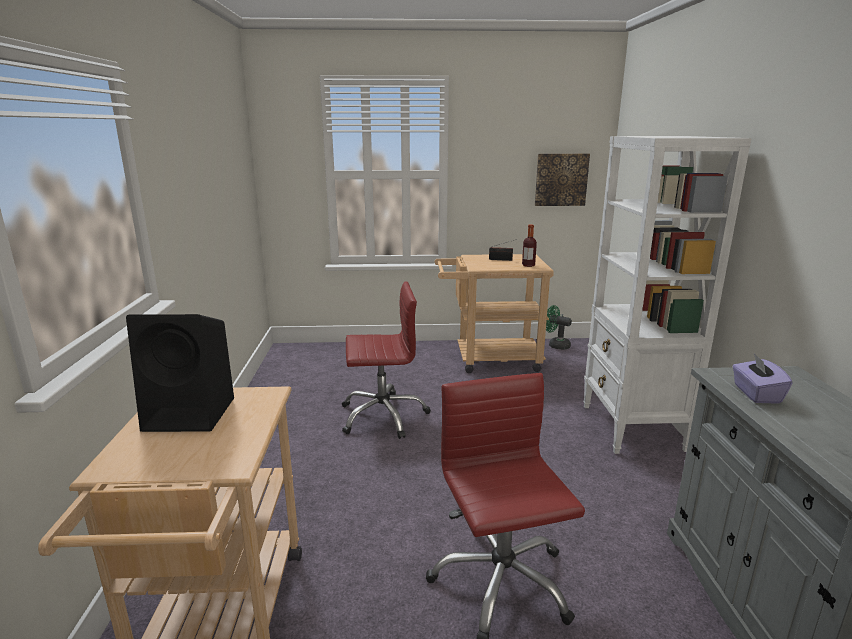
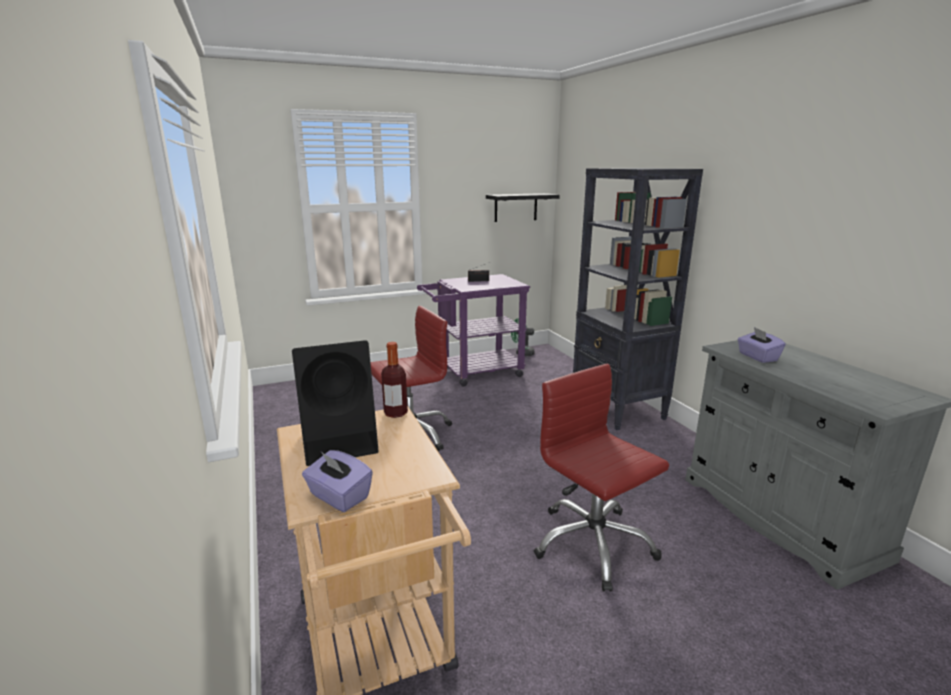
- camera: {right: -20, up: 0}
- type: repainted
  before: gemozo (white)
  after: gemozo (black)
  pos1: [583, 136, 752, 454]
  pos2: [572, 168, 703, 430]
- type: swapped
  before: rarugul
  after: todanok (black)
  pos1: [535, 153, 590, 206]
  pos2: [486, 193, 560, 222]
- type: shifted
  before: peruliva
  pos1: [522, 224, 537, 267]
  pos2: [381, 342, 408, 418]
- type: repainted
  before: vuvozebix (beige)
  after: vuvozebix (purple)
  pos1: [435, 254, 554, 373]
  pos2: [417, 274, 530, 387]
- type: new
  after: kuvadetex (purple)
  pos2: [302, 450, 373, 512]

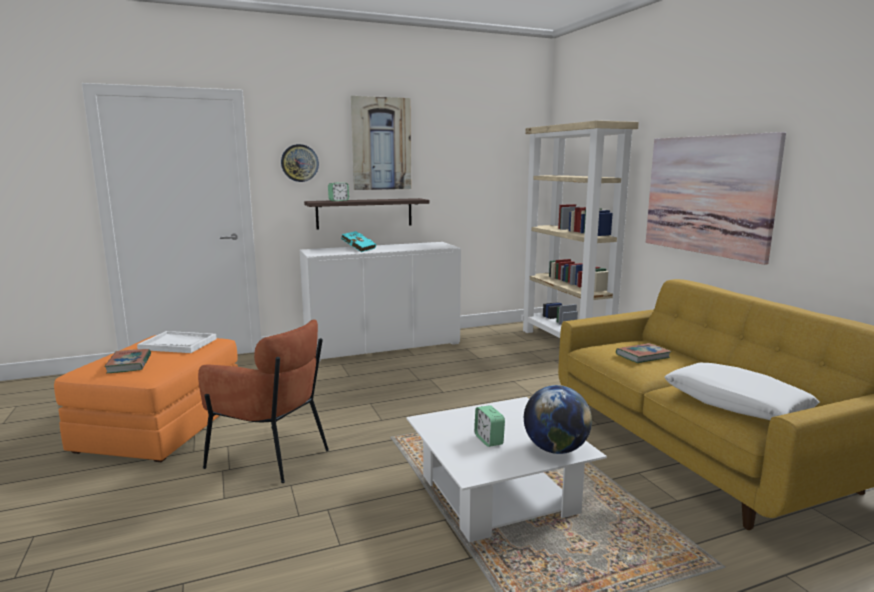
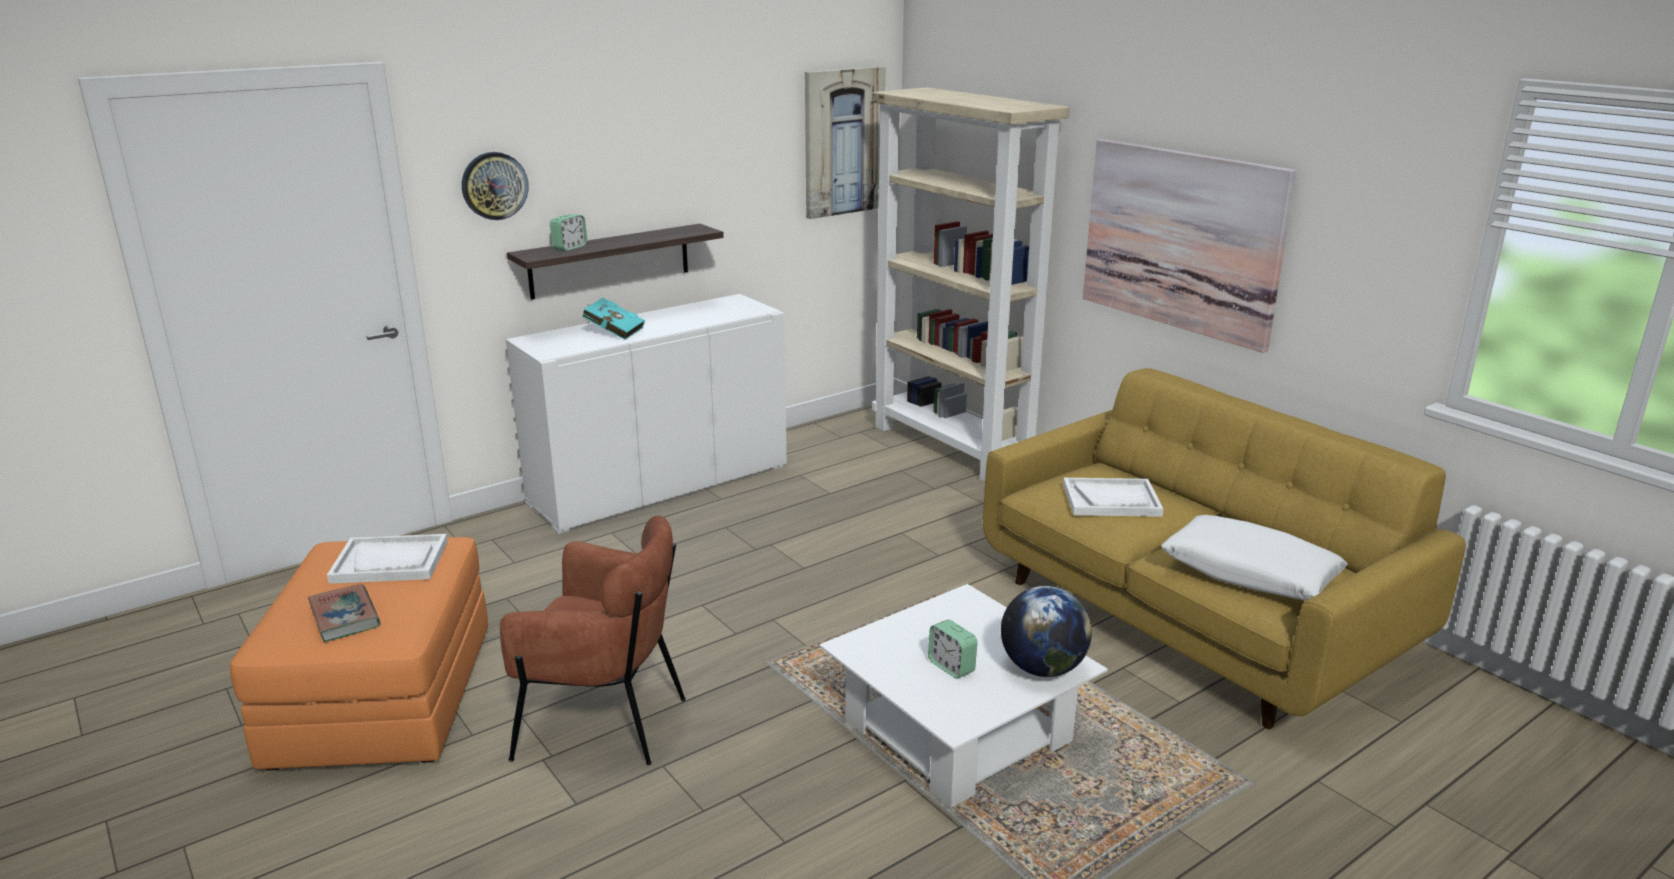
- camera: {right: -15, up: 10}
- type: shifted
  before: rarugul
  pos1: [351, 96, 411, 190]
  pos2: [805, 67, 885, 219]
- type: swapped
  before: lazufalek
  after: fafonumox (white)
  pos1: [616, 343, 671, 363]
  pos2: [1063, 478, 1163, 517]

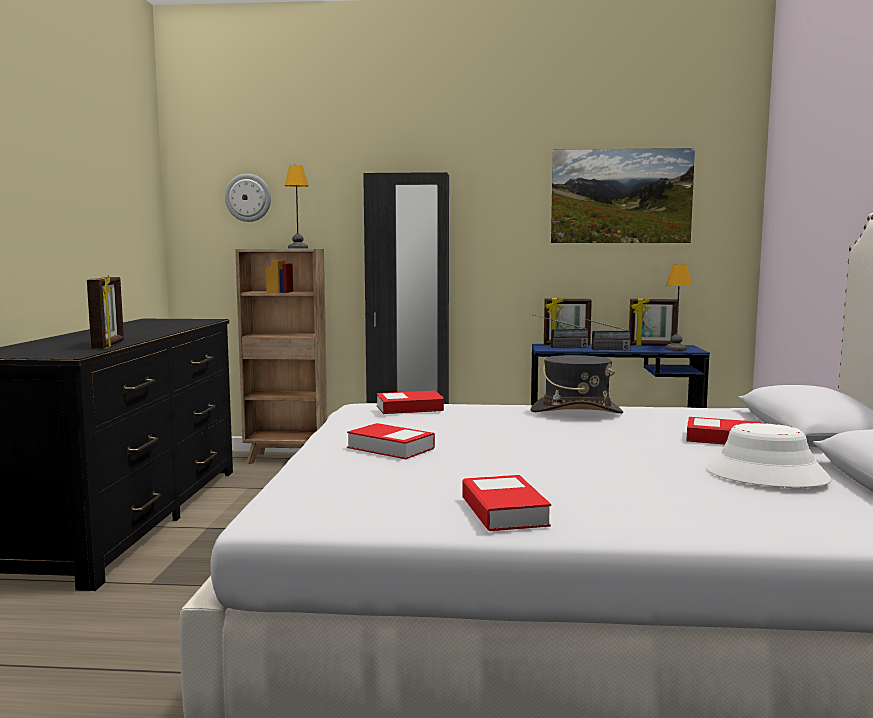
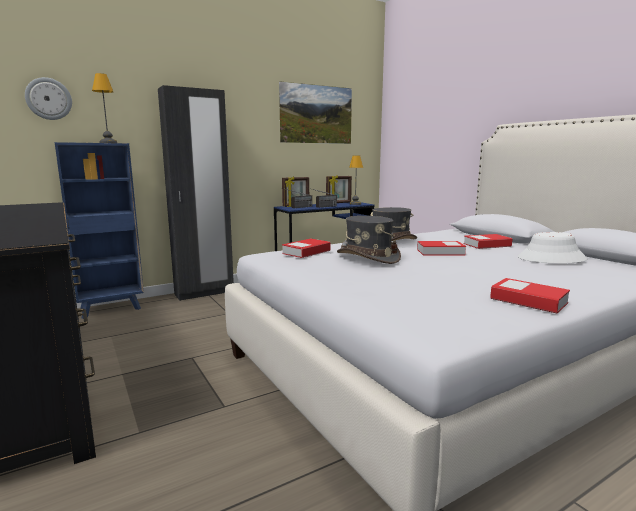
- camera: {right: -35, up: 5}
- type: repainted
  before: gemozo (brown)
  after: gemozo (blue)
  pos1: [235, 249, 327, 464]
  pos2: [55, 142, 144, 319]
- type: gone
  before: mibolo
  pos1: [87, 275, 124, 349]
- type: shifted
  before: lazufalek
  pos1: [347, 423, 435, 459]
  pos2: [417, 241, 466, 256]
- type: new
  after: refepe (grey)
  pos2: [337, 216, 401, 264]

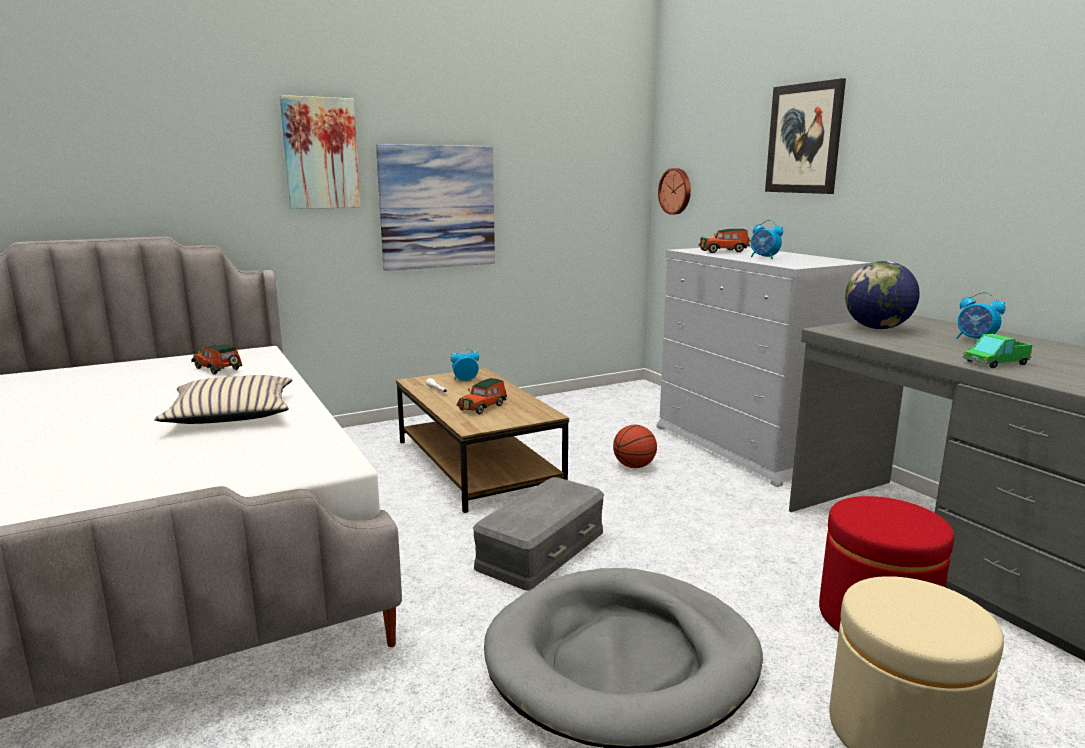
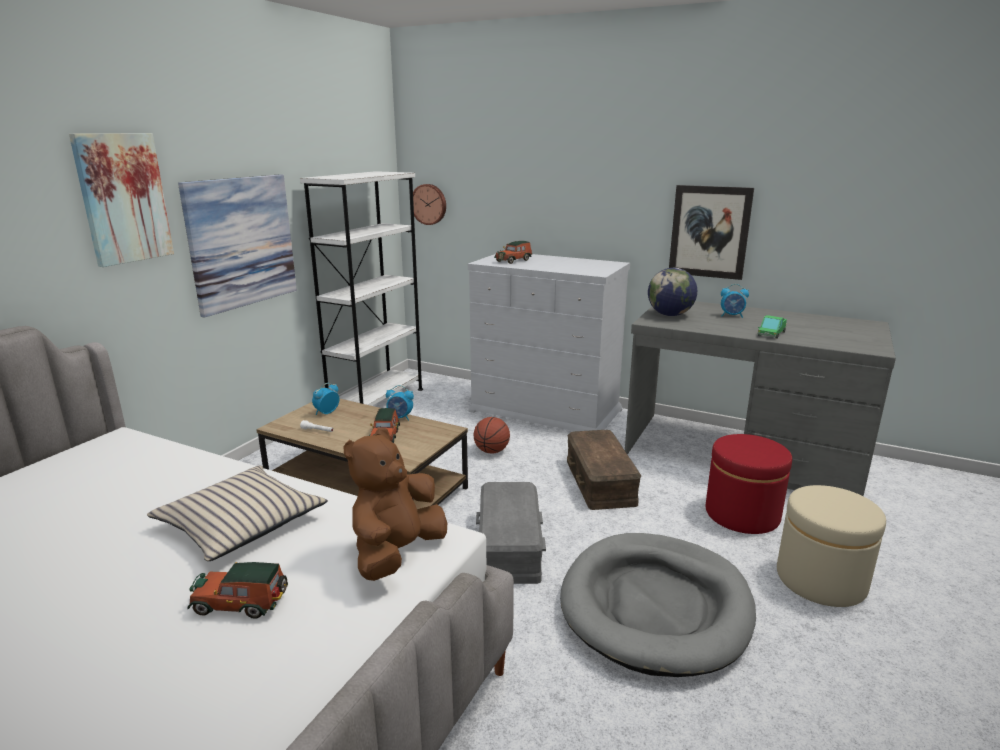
- camera: {right: -35, up: 5}
- type: shifted
  before: rarugul
  pos1: [765, 78, 846, 194]
  pos2: [669, 185, 754, 280]
- type: shifted
  before: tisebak
  pos1: [751, 220, 783, 259]
  pos2: [386, 385, 414, 421]
- type: shifted
  before: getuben
  pos1: [191, 344, 242, 374]
  pos2: [187, 562, 288, 619]
- type: new
  after: gemozo (white)
  pos2: [300, 171, 423, 406]
- type: new
  after: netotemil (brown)
  pos2: [343, 428, 447, 581]
- type: new
  after: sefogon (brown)
  pos2: [567, 430, 641, 510]

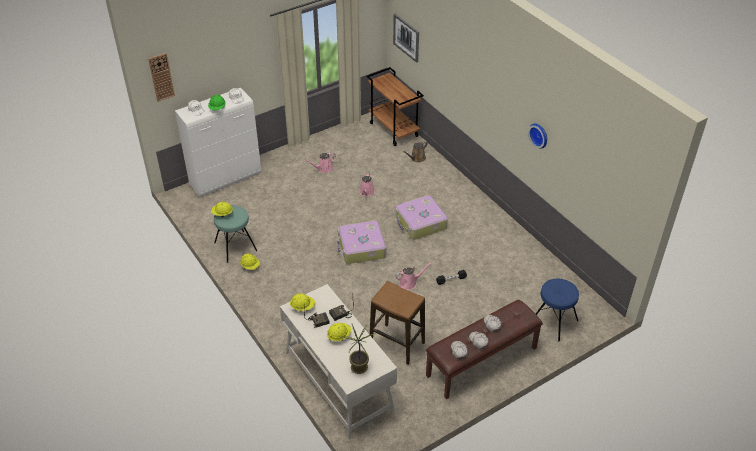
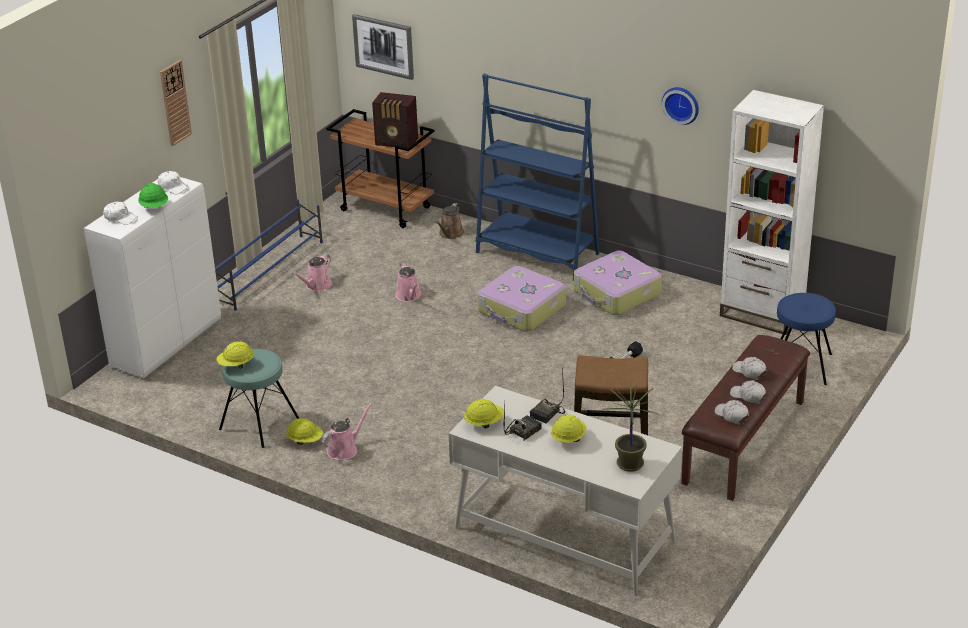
- camera: {right: -25, up: -10}
- type: shifted
  before: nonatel
  pos1: [148, 53, 175, 102]
  pos2: [160, 60, 192, 146]
- type: shifted
  before: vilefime
  pos1: [337, 221, 386, 264]
  pos2: [574, 250, 662, 315]
- type: shifted
  before: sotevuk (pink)
  pos1: [395, 262, 432, 290]
  pos2: [322, 402, 373, 460]
- type: new
  after: gemozo (blue)
  pos2: [476, 74, 599, 281]
- type: new
  after: gemozo (white)
  pos2: [720, 90, 824, 335]
- type: new
  after: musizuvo
  pos2: [372, 92, 418, 148]
- type: new
  after: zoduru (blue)
  pos2: [215, 199, 323, 311]

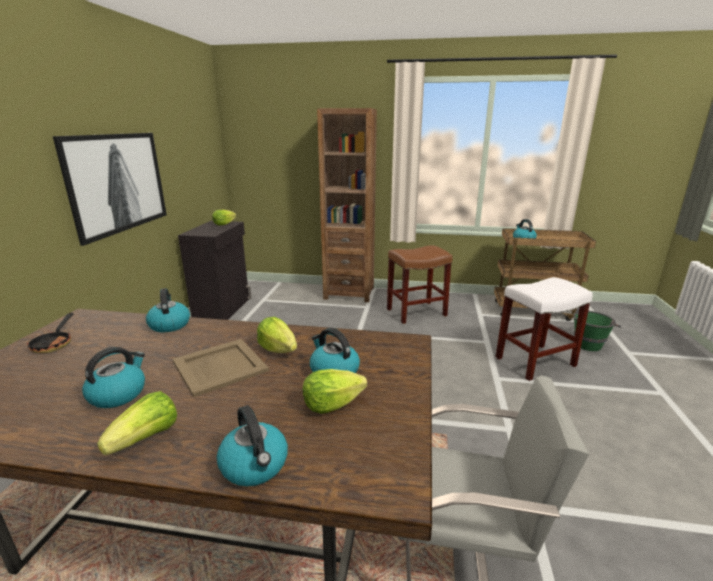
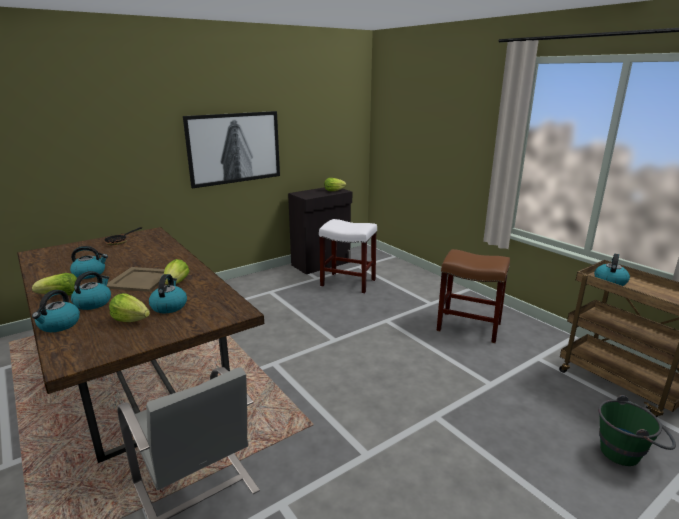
- camera: {right: 45, up: 0}
- type: gone
  before: gemozo (brown)
  pos1: [317, 108, 377, 302]
- type: shifted
  before: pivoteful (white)
  pos1: [496, 277, 593, 381]
  pos2: [319, 219, 377, 294]
- type: shifted
  before: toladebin
  pos1: [146, 288, 190, 332]
  pos2: [71, 271, 111, 310]

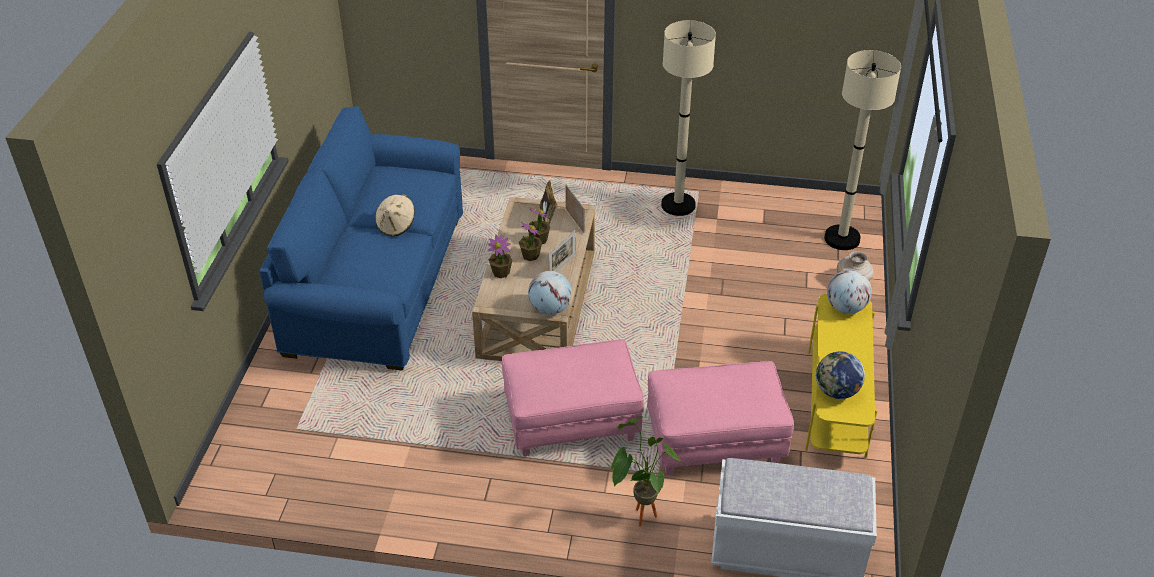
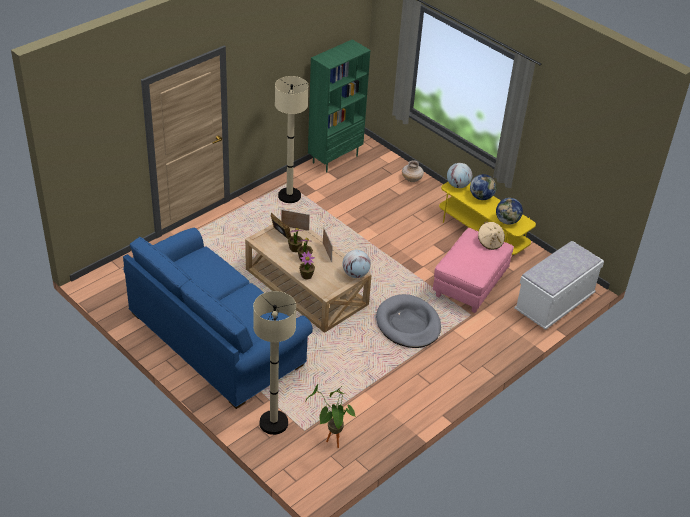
- camera: {right: -55, up: 0}
- type: shifted
  before: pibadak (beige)
  pos1: [824, 50, 901, 250]
  pos2: [253, 291, 296, 435]
- type: shifted
  before: refepe (beige)
  pos1: [375, 194, 415, 237]
  pos2: [478, 222, 505, 250]
- type: swapped
  before: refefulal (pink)
  after: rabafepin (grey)
  pos1: [502, 339, 644, 456]
  pos2: [376, 294, 441, 348]
- type: shifted
  before: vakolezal
  pos1: [610, 416, 680, 527]
  pos2: [305, 384, 356, 448]
- type: new
  after: gemozo (green)
  pos2: [308, 39, 370, 173]
- type: new
  after: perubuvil
  pos2: [470, 174, 496, 200]

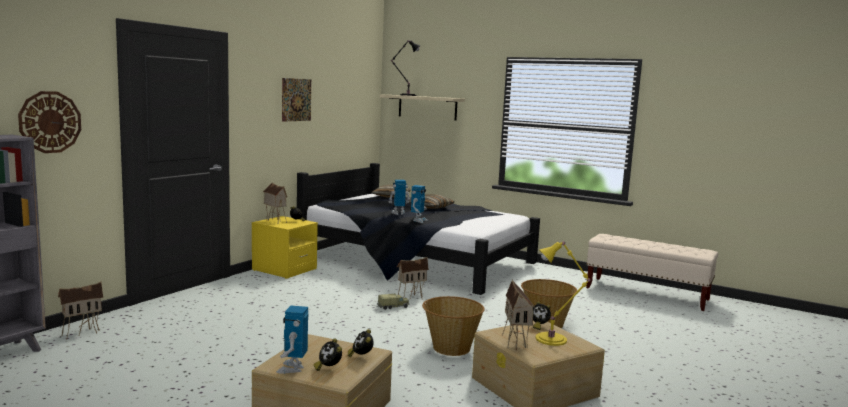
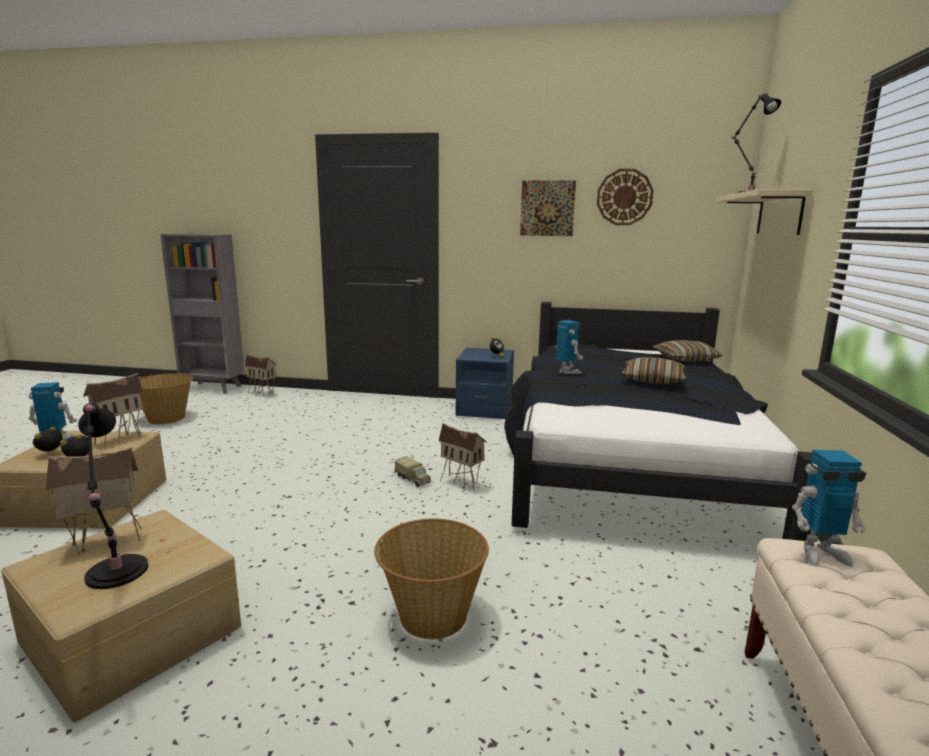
- camera: {right: 70, up: 5}
- type: shifted
  before: nonatel
  pos1: [18, 91, 81, 153]
  pos2: [597, 169, 653, 225]
- type: shifted
  before: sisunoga
  pos1: [263, 182, 287, 223]
  pos2: [83, 373, 143, 449]
- type: shifted
  before: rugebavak
  pos1: [411, 185, 428, 223]
  pos2: [792, 450, 866, 567]
- type: repainted
  before: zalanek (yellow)
  after: zalanek (blue)
  pos1: [252, 216, 318, 279]
  pos2: [456, 348, 514, 420]
- type: repainted
  before: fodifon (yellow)
  after: fodifon (black)
  pos1: [536, 241, 590, 346]
  pos2: [78, 403, 148, 589]
- type: shifted
  before: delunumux
  pos1: [422, 296, 484, 356]
  pos2: [139, 373, 193, 424]
- type: gone
  before: tisebak
  pos1: [533, 301, 551, 330]

